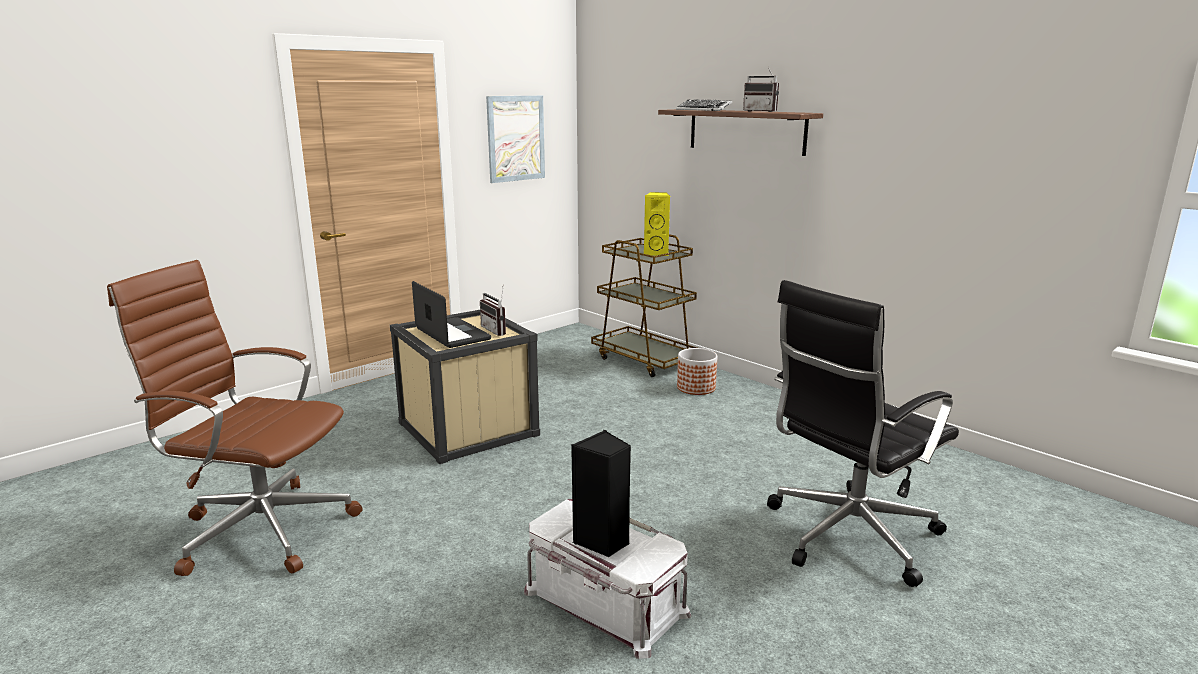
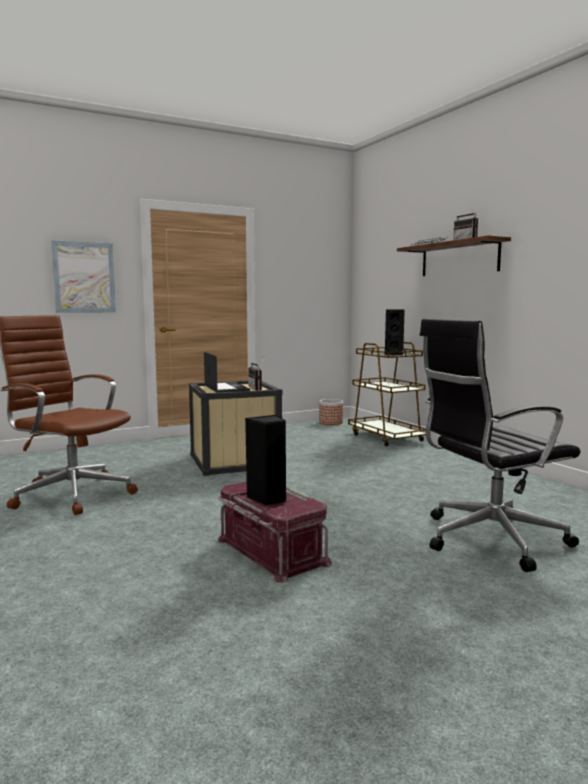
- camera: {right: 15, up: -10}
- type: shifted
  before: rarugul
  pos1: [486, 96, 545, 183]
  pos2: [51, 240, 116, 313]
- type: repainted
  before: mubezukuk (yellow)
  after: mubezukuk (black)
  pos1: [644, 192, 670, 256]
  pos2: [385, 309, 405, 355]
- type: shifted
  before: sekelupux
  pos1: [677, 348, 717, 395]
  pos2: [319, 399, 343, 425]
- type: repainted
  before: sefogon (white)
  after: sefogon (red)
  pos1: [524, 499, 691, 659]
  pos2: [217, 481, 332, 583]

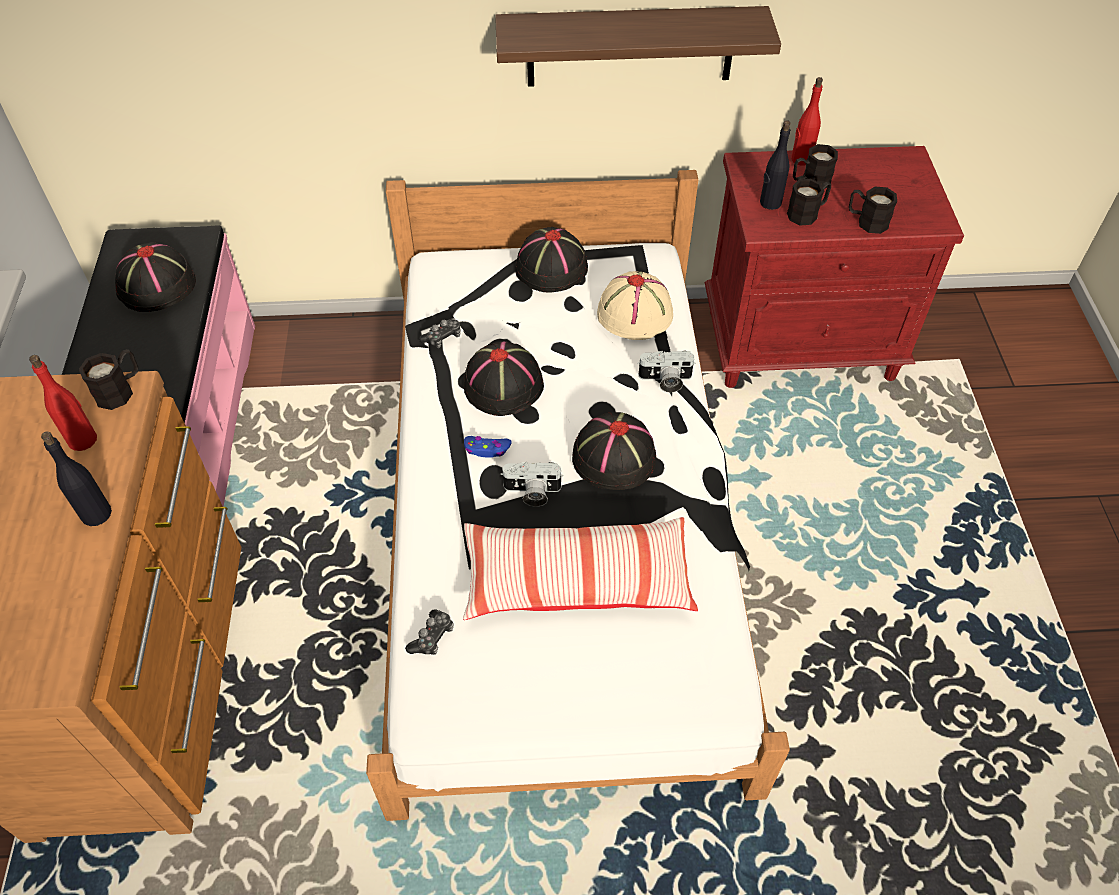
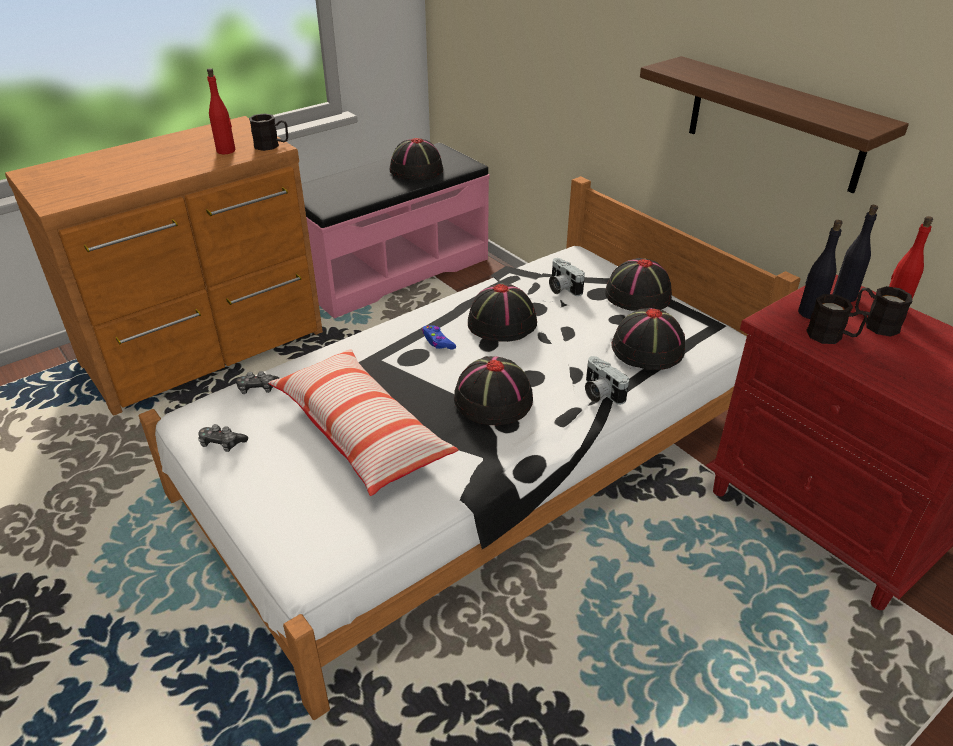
- camera: {right: 55, up: -15}
- type: gone
  before: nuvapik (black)
  pos1: [849, 187, 897, 234]
- type: repainted
  before: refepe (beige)
  after: refepe (black)
  pos1: [597, 271, 673, 340]
  pos2: [611, 308, 685, 370]
- type: shifted
  before: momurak
  pos1: [419, 319, 461, 348]
  pos2: [198, 424, 248, 452]
- type: shifted
  before: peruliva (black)
  pos1: [41, 432, 112, 526]
  pos2: [833, 205, 878, 302]
- type: shifted
  before: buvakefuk
  pos1: [501, 462, 563, 507]
  pos2: [549, 258, 585, 296]

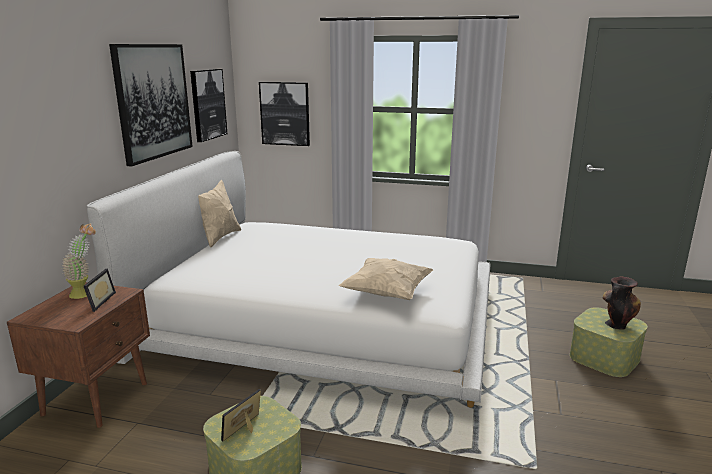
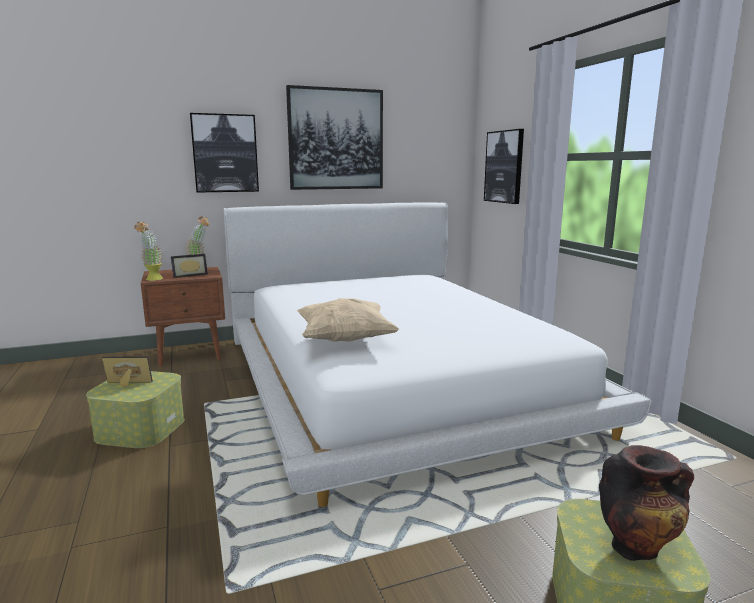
- camera: {right: 55, up: -5}
- type: shifted
  before: rarugul
  pos1: [190, 69, 227, 142]
  pos2: [190, 113, 259, 193]
- type: gone
  before: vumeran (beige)
  pos1: [198, 180, 241, 247]
- type: new
  after: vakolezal
  pos2: [134, 222, 163, 281]

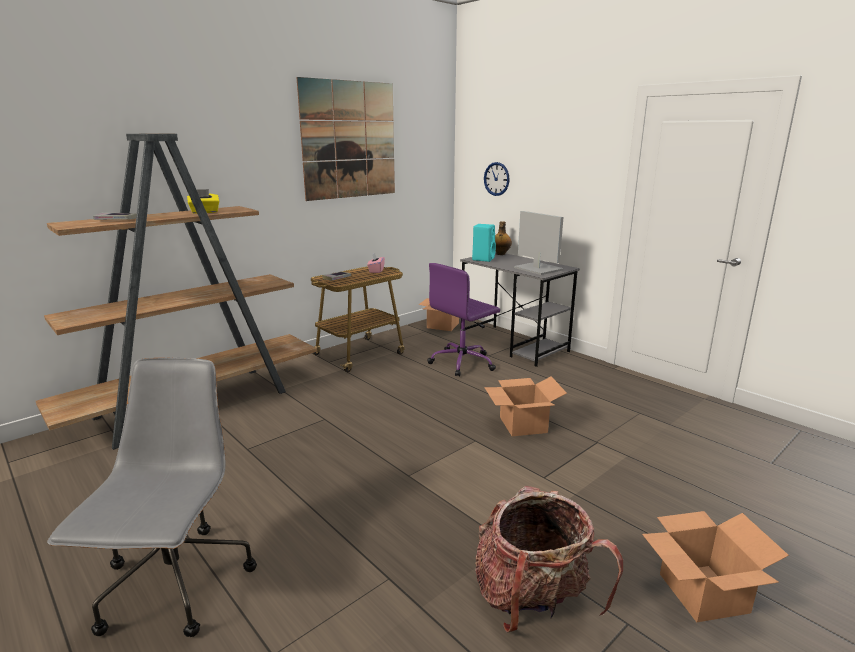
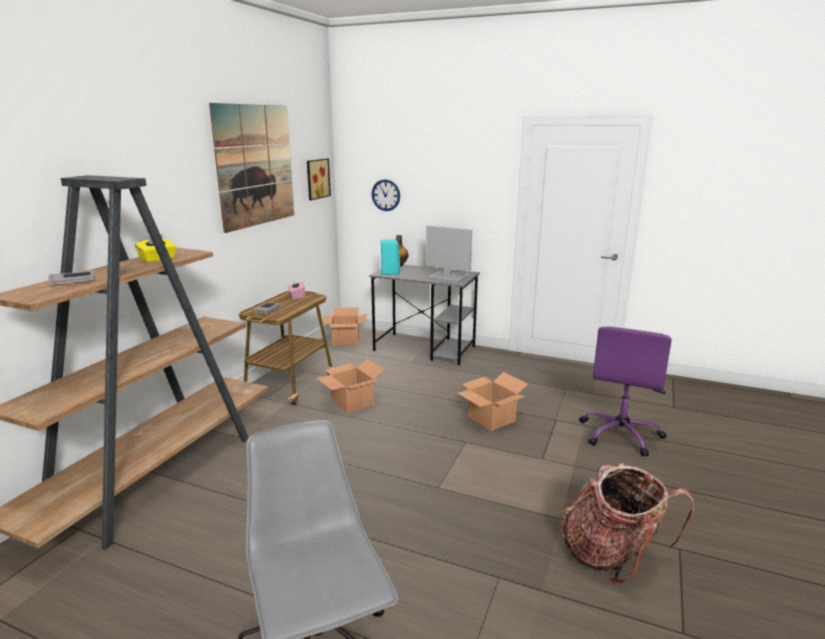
- camera: {right: -25, up: 0}
- type: shifted
  before: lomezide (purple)
  pos1: [427, 263, 500, 377]
  pos2: [579, 327, 672, 457]
- type: shifted
  before: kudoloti
  pos1: [642, 511, 789, 622]
  pos2: [317, 359, 385, 414]
- type: new
  after: rarugul
  pos2: [307, 158, 331, 200]

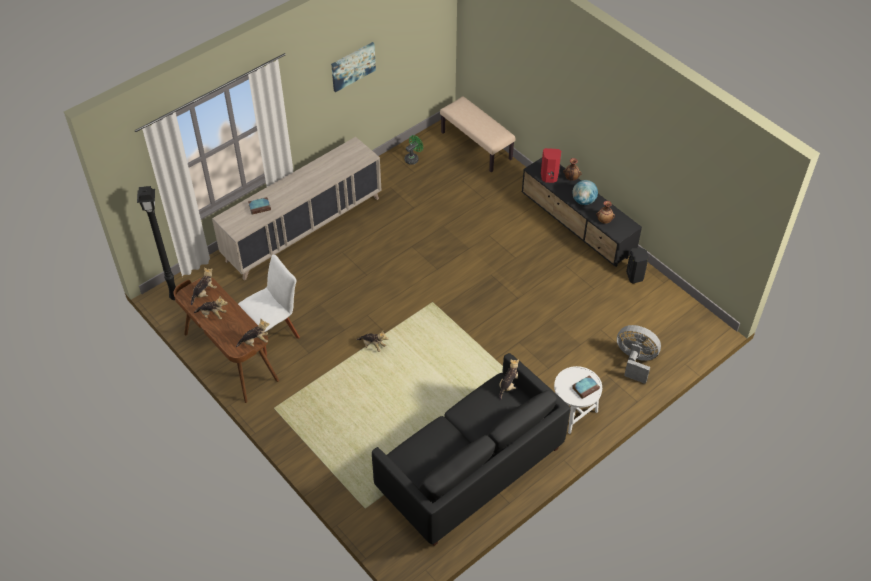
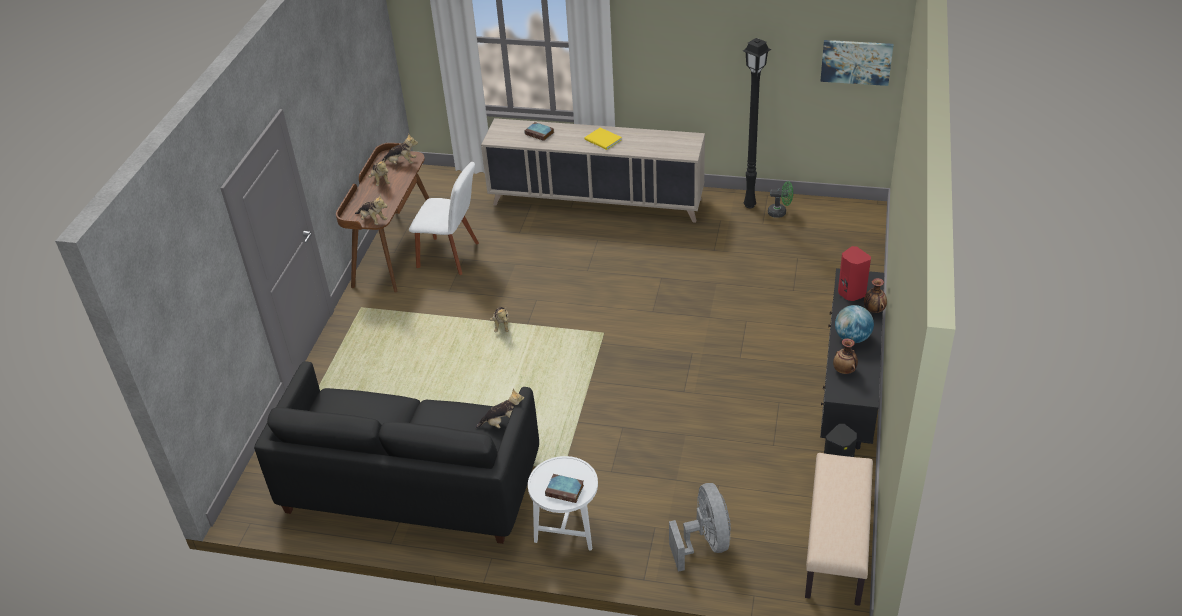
- camera: {right: 55, up: -10}
- type: shifted
  before: rarugul
  pos1: [331, 42, 376, 92]
  pos2: [820, 40, 893, 86]
- type: shifted
  before: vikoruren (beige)
  pos1: [440, 96, 516, 172]
  pos2: [805, 453, 873, 606]
- type: shifted
  before: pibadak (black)
  pos1: [137, 186, 176, 300]
  pos2: [743, 38, 771, 208]
- type: new
  after: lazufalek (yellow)
  pos2: [584, 127, 622, 150]

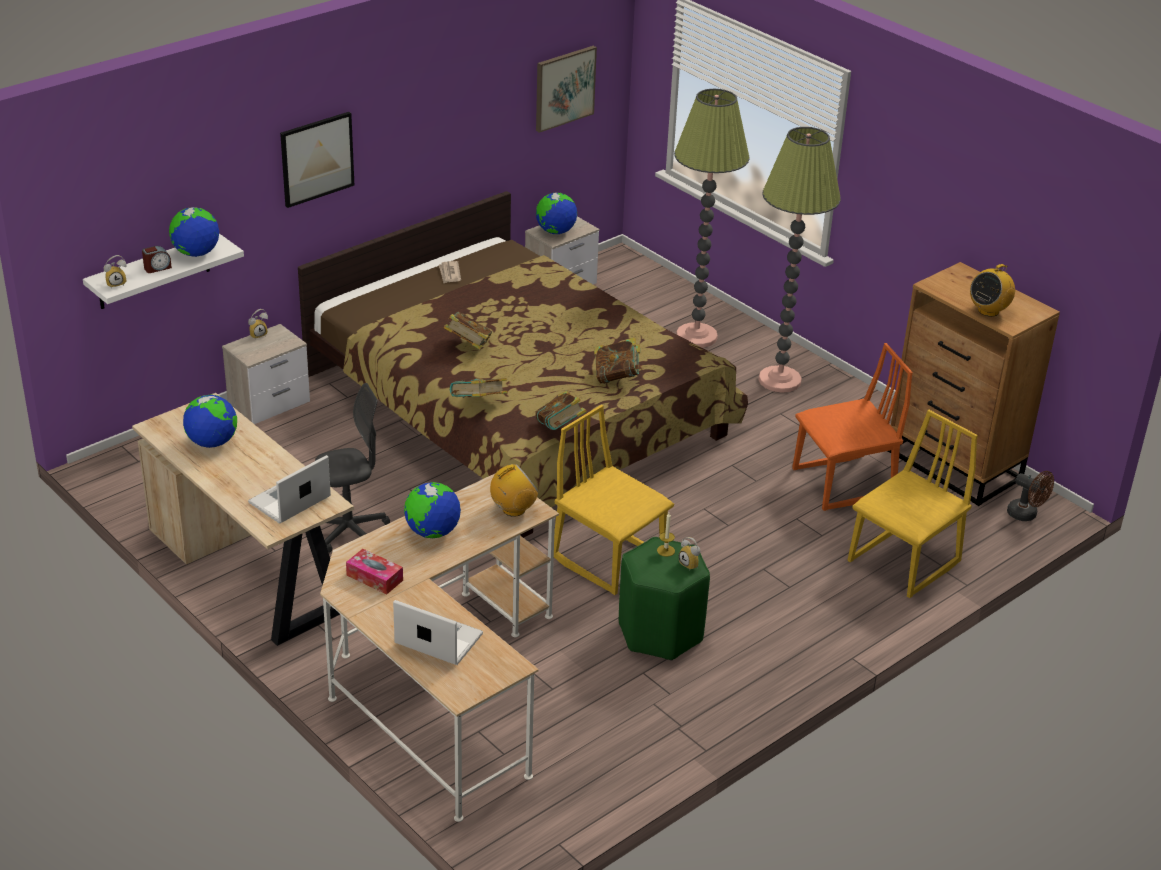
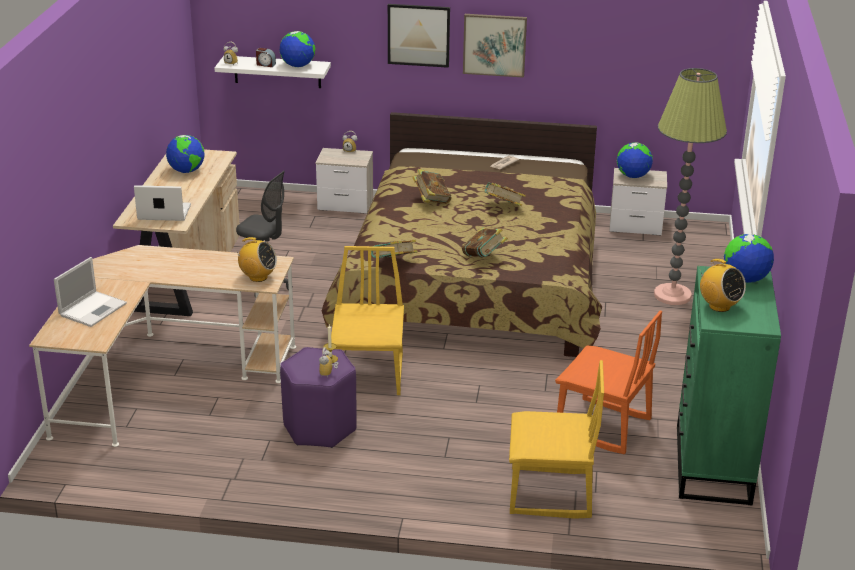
- camera: {right: 50, up: -5}
- type: shifted
  before: rarugul
  pos1: [536, 46, 597, 133]
  pos2: [463, 14, 527, 78]
- type: gone
  before: pibadak
  pos1: [759, 127, 841, 393]
- type: repainted
  before: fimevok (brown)
  after: fimevok (green)
  pos1: [888, 262, 1060, 506]
  pos2: [677, 266, 781, 506]
- type: rotated
  before: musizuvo
  pos1: [970, 264, 1015, 317]
  pos2: [698, 259, 746, 312]
  turn: -135
- type: shifted
  before: lazufalek
  pos1: [450, 378, 508, 398]
  pos2: [483, 182, 526, 206]
- type: gone
  before: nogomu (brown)
  pos1: [1007, 471, 1054, 521]
- type: shifted
  before: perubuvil
  pos1: [404, 482, 461, 538]
  pos2: [724, 234, 774, 283]
- type: repainted
  before: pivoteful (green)
  after: pivoteful (purple)
  pos1: [619, 537, 710, 661]
  pos2: [280, 347, 357, 448]
- type: gone
  before: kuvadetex
  pos1: [346, 549, 403, 595]
- type: rotated
  before: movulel
  pos1: [393, 600, 483, 665]
  pos2: [54, 257, 127, 327]
  turn: 45

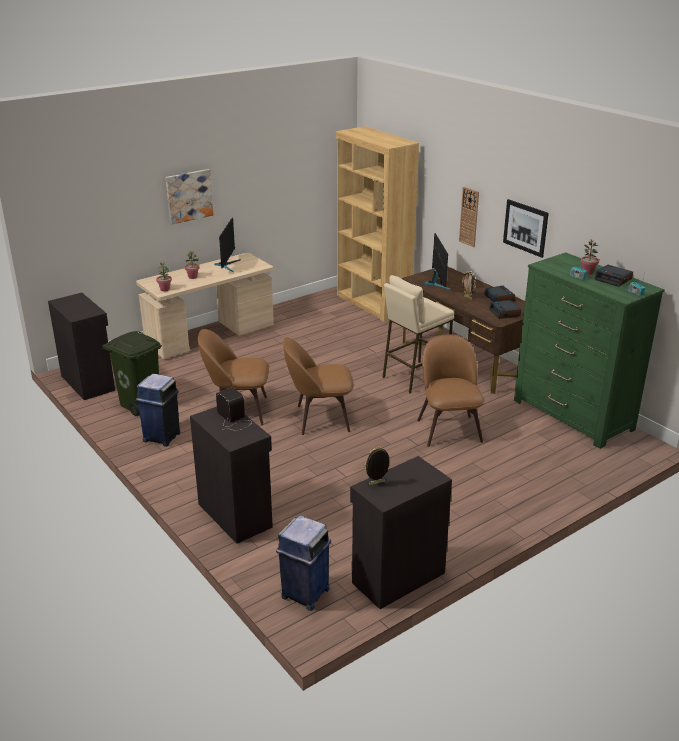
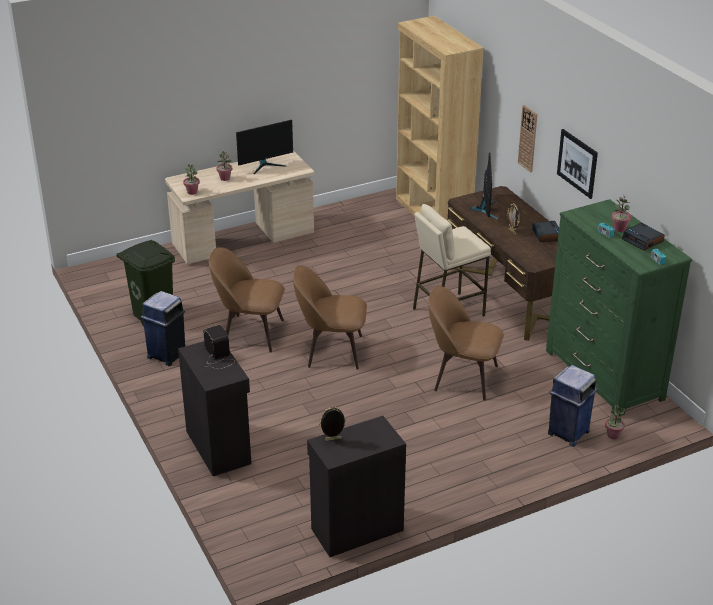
- camera: {right: 10, up: 5}
- type: gone
  before: rarugul
  pos1: [166, 169, 213, 224]
- type: rotated
  before: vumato
  pos1: [214, 218, 241, 272]
  pos2: [236, 120, 293, 174]
  turn: 45
- type: gone
  before: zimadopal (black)
  pos1: [48, 293, 115, 400]
- type: gone
  before: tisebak
  pos1: [489, 300, 521, 319]
- type: rotated
  before: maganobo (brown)
  pos1: [417, 334, 484, 447]
  pos2: [428, 286, 504, 401]
  turn: -75
- type: shifted
  before: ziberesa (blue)
  pos1: [276, 515, 331, 611]
  pos2: [548, 365, 597, 447]
- type: new
  after: vakolezal
  pos2: [605, 405, 625, 439]

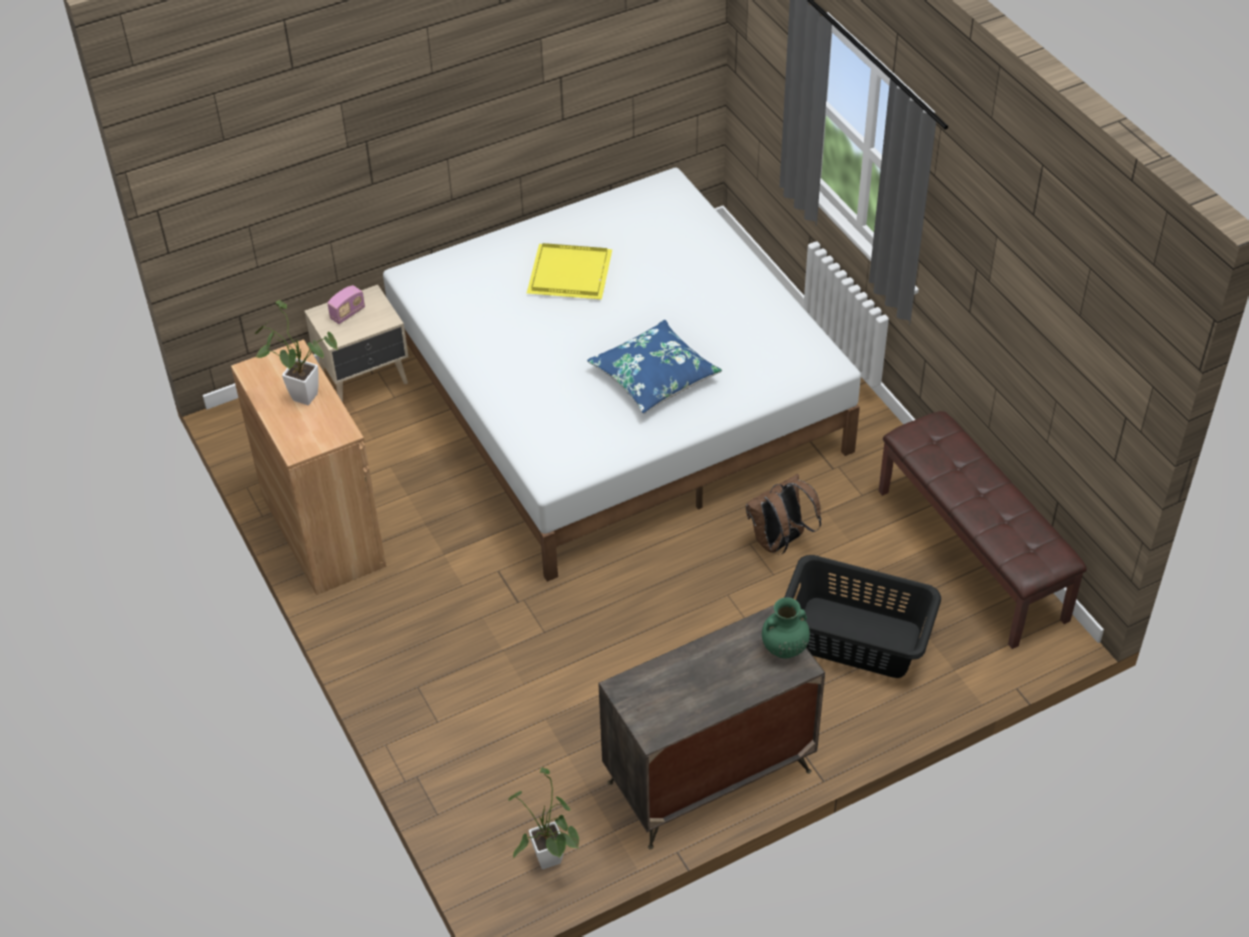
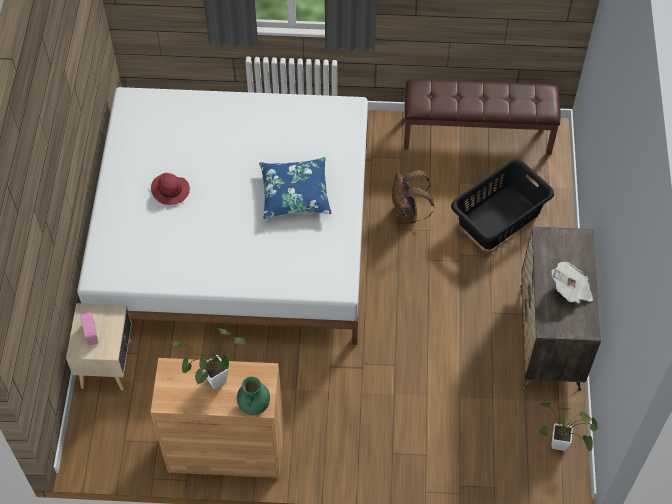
- camera: {right: -60, up: 10}
- type: swapped
  before: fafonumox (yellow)
  after: refepe (red)
  pos1: [527, 243, 612, 299]
  pos2: [151, 173, 190, 205]
- type: shifted
  before: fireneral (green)
  pos1: [762, 597, 810, 659]
  pos2: [237, 377, 270, 415]
- type: new
  after: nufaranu
  pos2: [551, 262, 593, 303]

